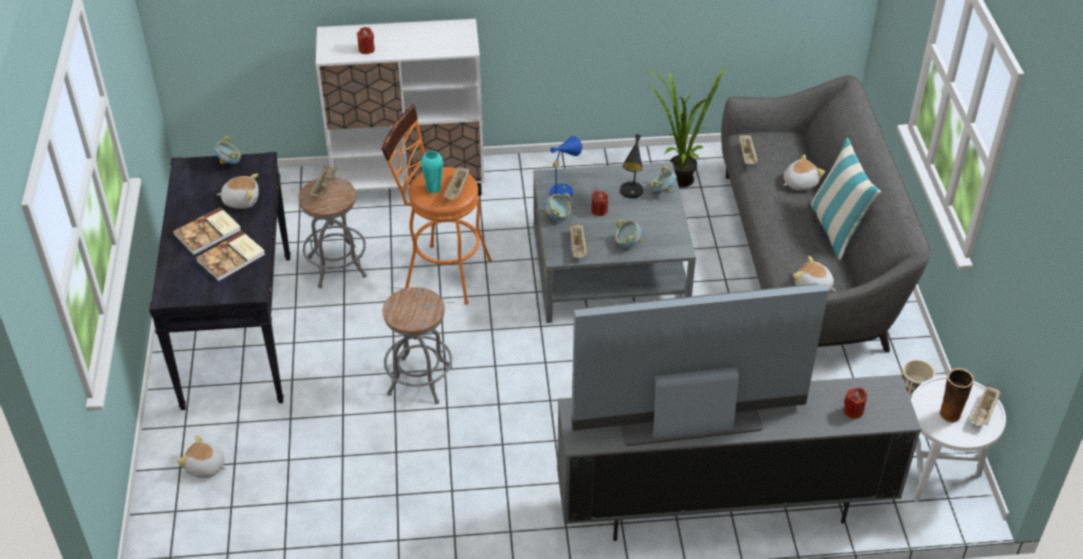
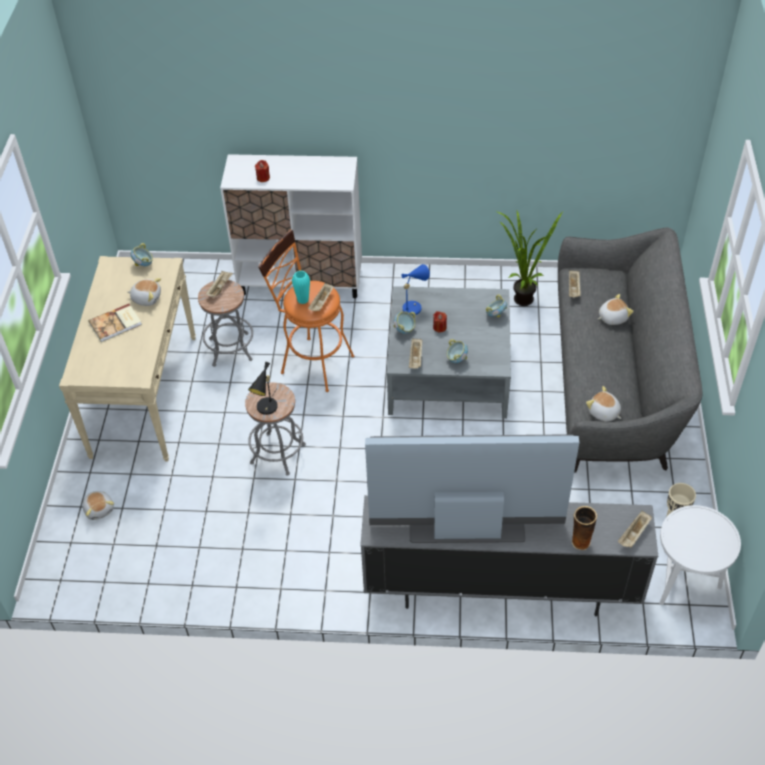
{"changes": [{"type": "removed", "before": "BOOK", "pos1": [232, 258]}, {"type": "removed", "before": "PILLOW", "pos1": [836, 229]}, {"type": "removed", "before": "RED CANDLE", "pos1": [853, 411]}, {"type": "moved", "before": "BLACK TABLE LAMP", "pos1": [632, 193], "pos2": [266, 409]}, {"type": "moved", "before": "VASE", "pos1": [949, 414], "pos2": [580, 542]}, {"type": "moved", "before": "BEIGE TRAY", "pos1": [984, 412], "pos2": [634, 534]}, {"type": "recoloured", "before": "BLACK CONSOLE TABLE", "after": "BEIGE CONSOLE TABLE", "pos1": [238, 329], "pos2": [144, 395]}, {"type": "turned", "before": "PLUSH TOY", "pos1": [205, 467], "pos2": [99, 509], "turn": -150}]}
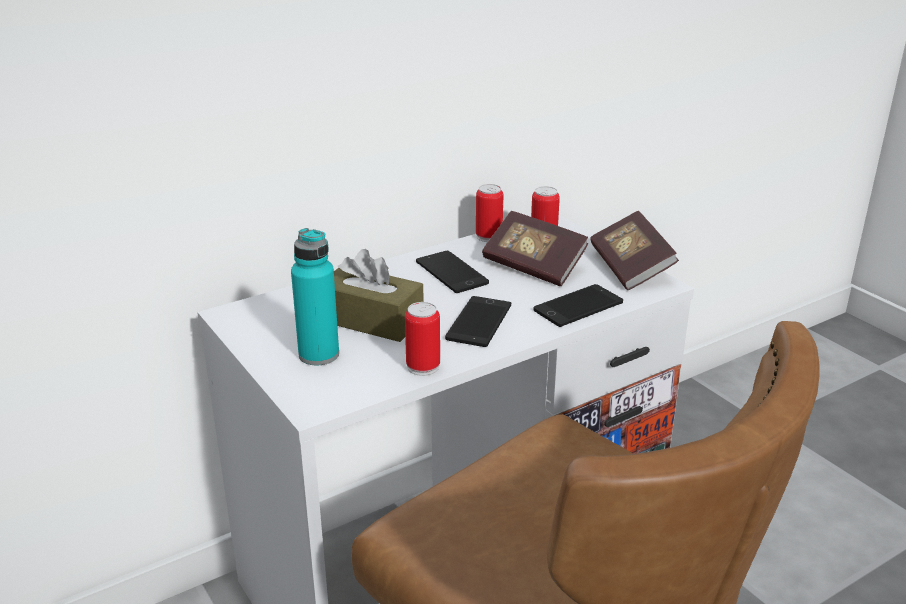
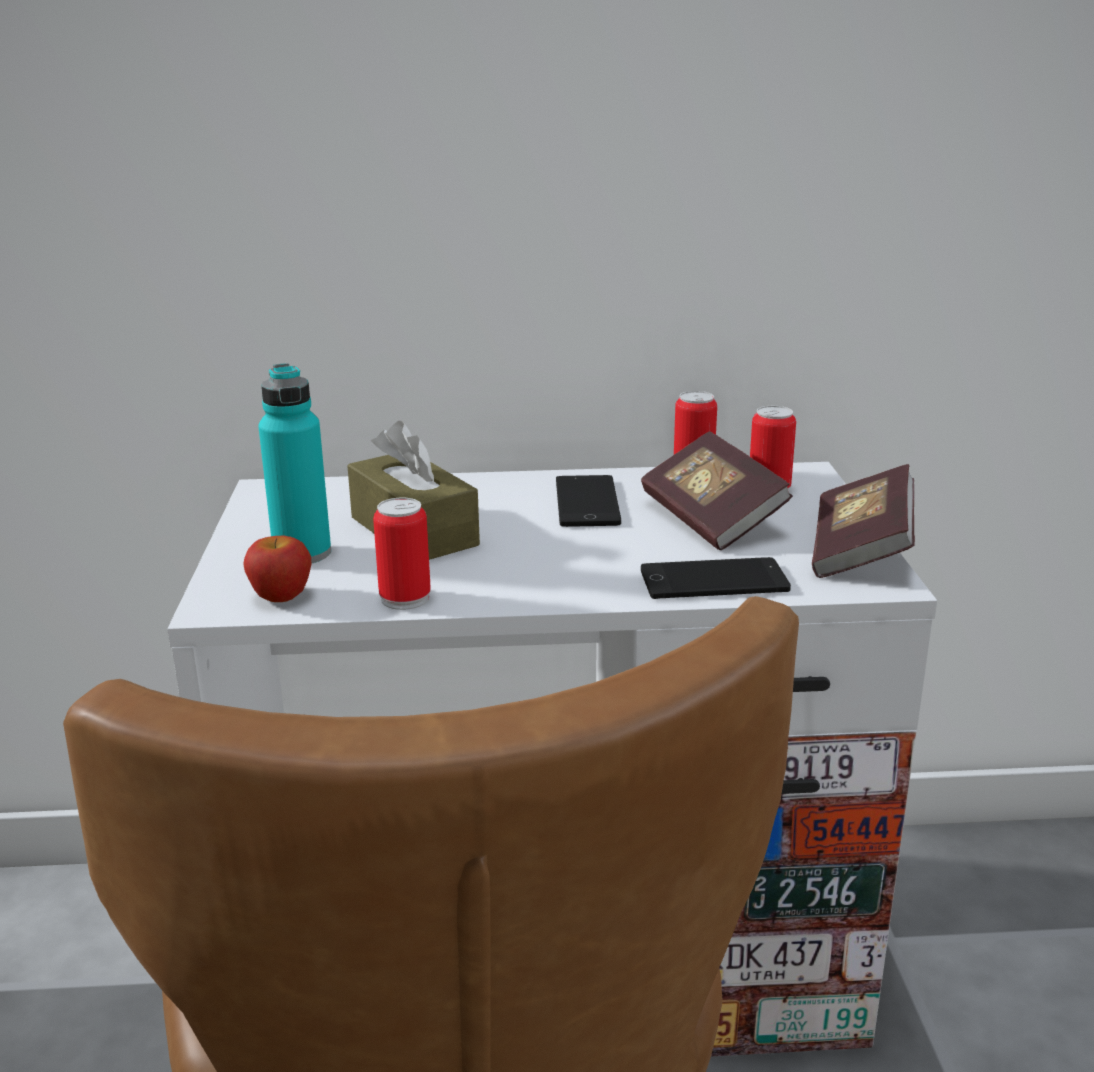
{"changes": [{"type": "removed", "before": "PHONE", "pos1": [479, 322]}, {"type": "added", "after": "APPLE", "pos2": [281, 596]}]}
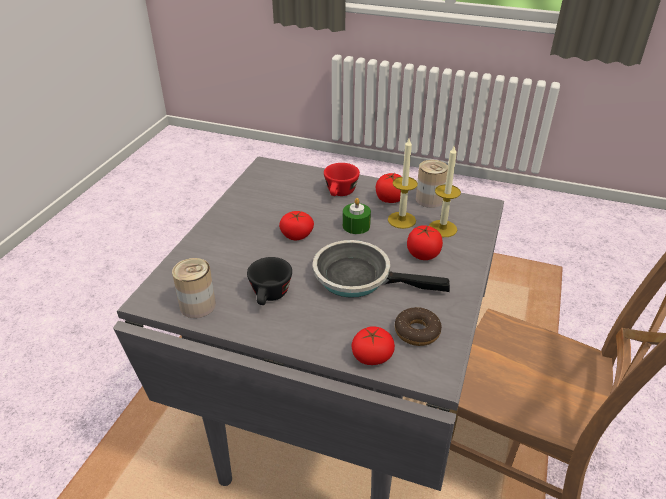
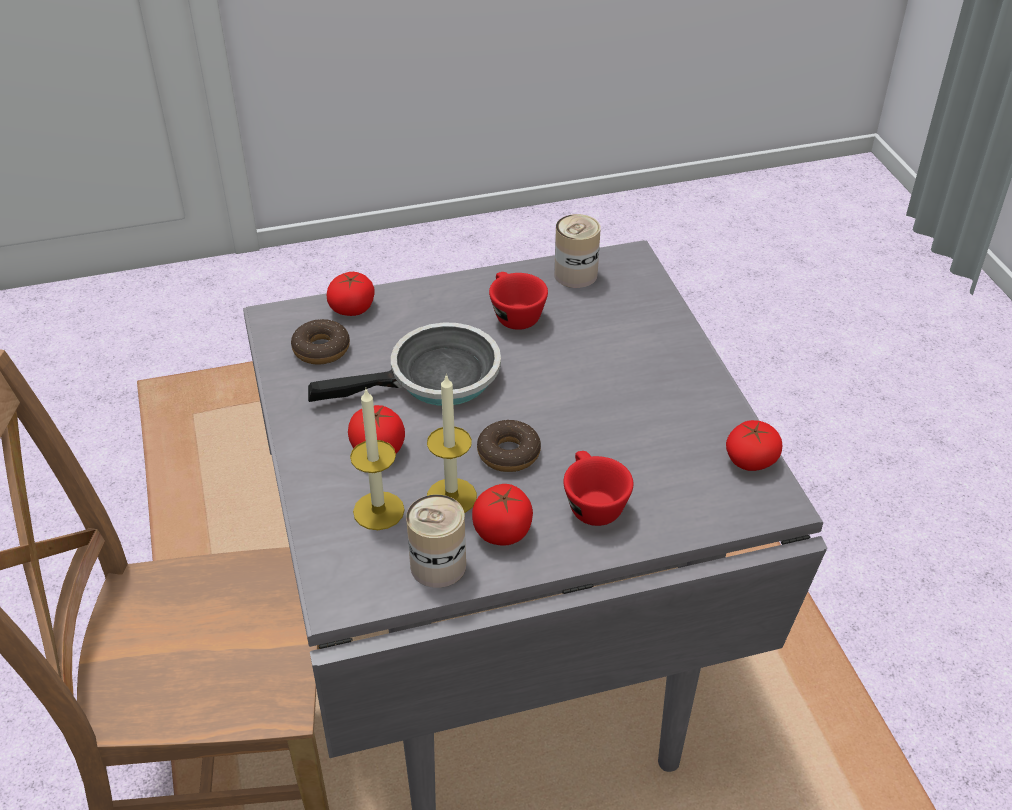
{"changes": [{"type": "moved", "before": "TOMATO", "pos1": [296, 235], "pos2": [750, 460]}, {"type": "replaced", "before": "GREEN CANDLE", "after": "DONUT", "pos1": [356, 226], "pos2": [508, 453]}, {"type": "recoloured", "before": "BLACK CUP", "after": "RED CUP", "pos1": [270, 296], "pos2": [513, 314]}]}
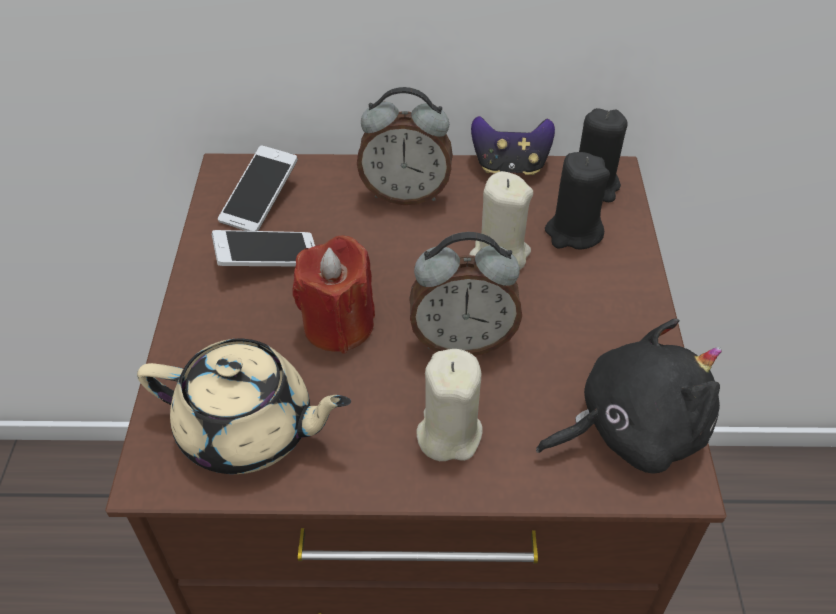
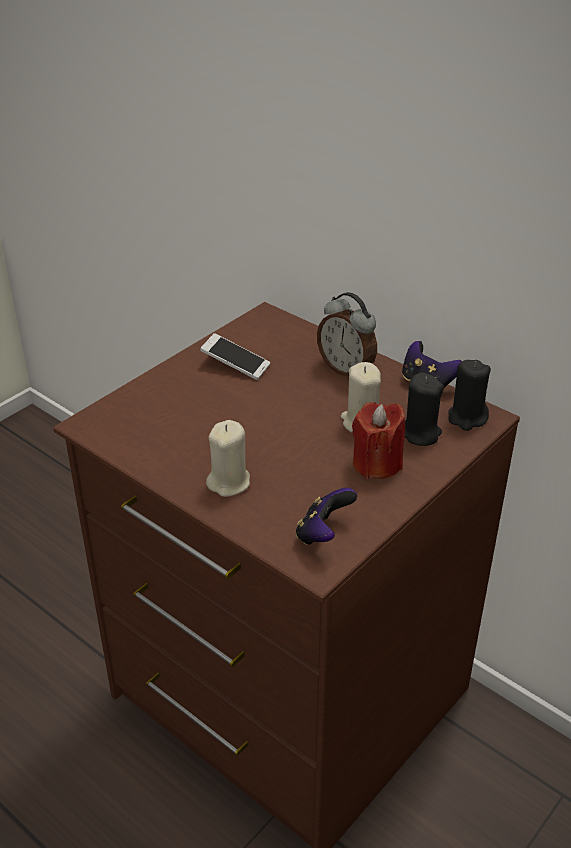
{"changes": [{"type": "removed", "before": "BEIGE TEAPOT", "pos1": [249, 430]}, {"type": "removed", "before": "PHONE", "pos1": [260, 200]}, {"type": "removed", "before": "ALARM CLOCK", "pos1": [462, 340]}, {"type": "moved", "before": "RED CANDLE", "pos1": [338, 325], "pos2": [377, 464]}, {"type": "replaced", "before": "BLACK PLUSH TOY", "after": "GAME CONTROLLER", "pos1": [631, 429], "pos2": [323, 534]}]}
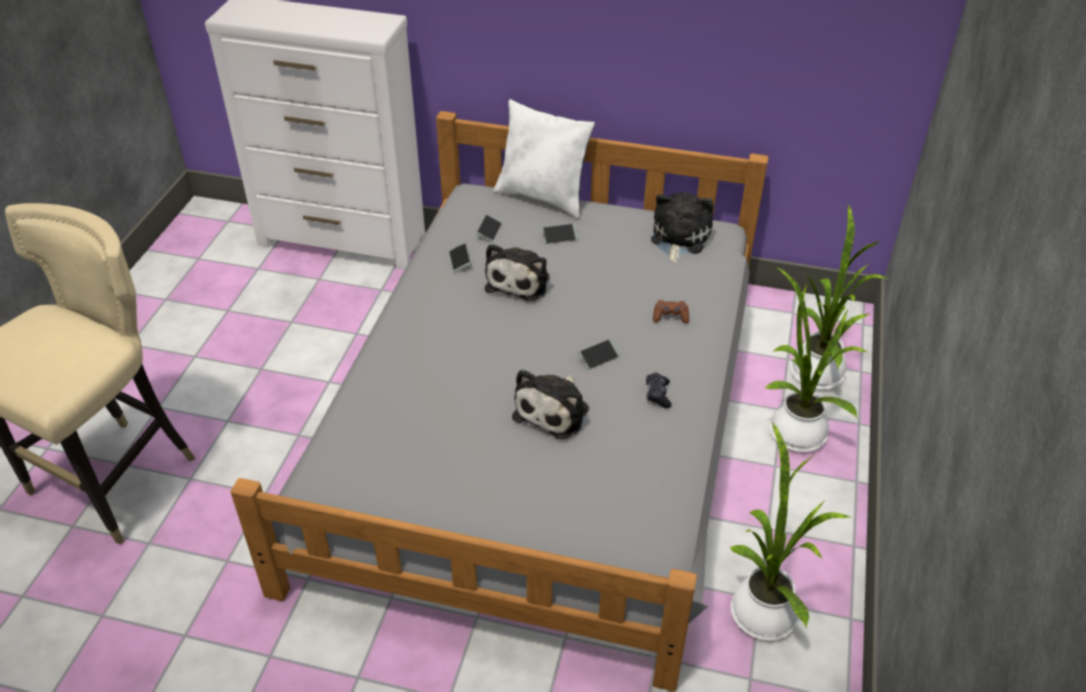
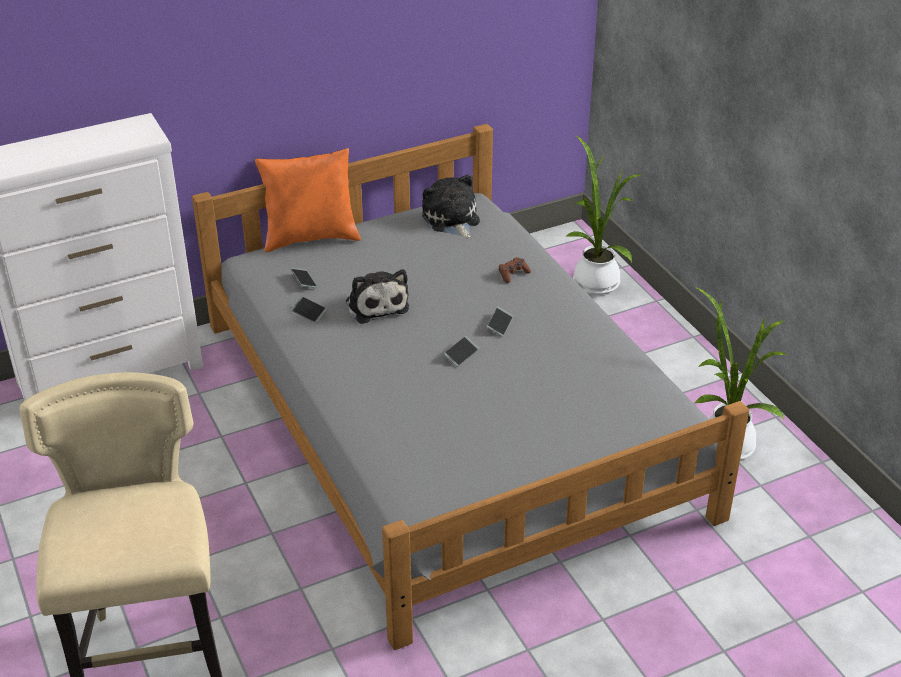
{"changes": [{"type": "removed", "before": "PLUSH TOY", "pos1": [554, 411]}, {"type": "removed", "before": "BLACK GAME CONTROLLER", "pos1": [658, 394]}, {"type": "removed", "before": "POTTED PLANT", "pos1": [794, 430]}, {"type": "moved", "before": "PHONE", "pos1": [559, 237], "pos2": [461, 354]}, {"type": "recoloured", "before": "WHITE PILLOW", "after": "ORANGE PILLOW", "pos1": [544, 197], "pos2": [311, 237]}]}
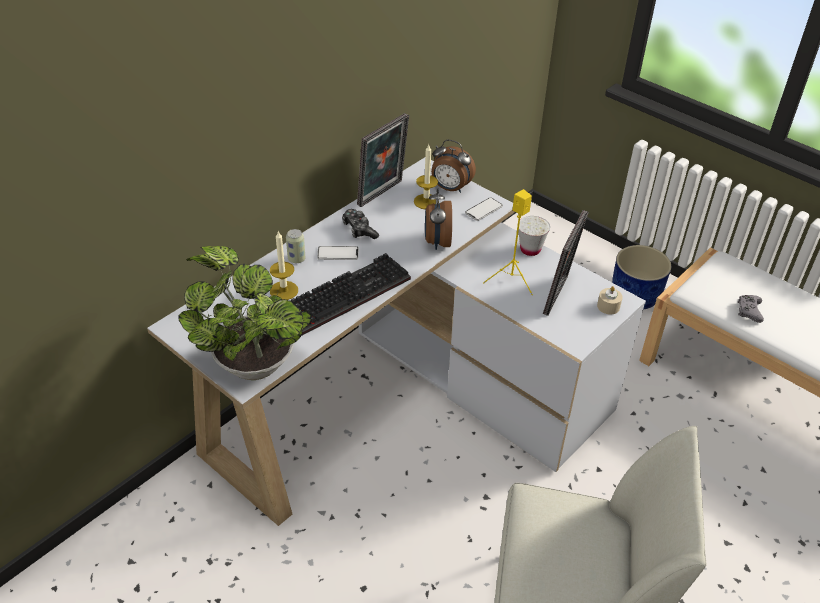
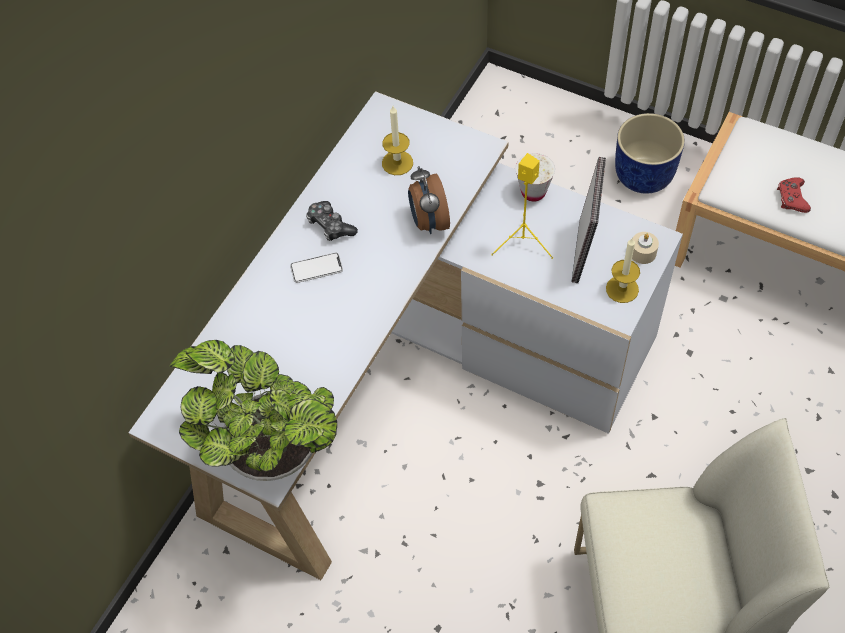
{"changes": [{"type": "removed", "before": "CAN", "pos1": [296, 259]}, {"type": "removed", "before": "KEYBOARD", "pos1": [346, 293]}, {"type": "removed", "before": "PICTURE FRAME", "pos1": [382, 194]}, {"type": "removed", "before": "ALARM CLOCK", "pos1": [450, 188]}, {"type": "removed", "before": "PHONE", "pos1": [484, 210]}, {"type": "moved", "before": "CANDLE", "pos1": [284, 290], "pos2": [622, 289]}, {"type": "recoloured", "before": "GREY GAME CONTROLLER", "after": "RED GAME CONTROLLER", "pos1": [749, 311], "pos2": [792, 198]}]}
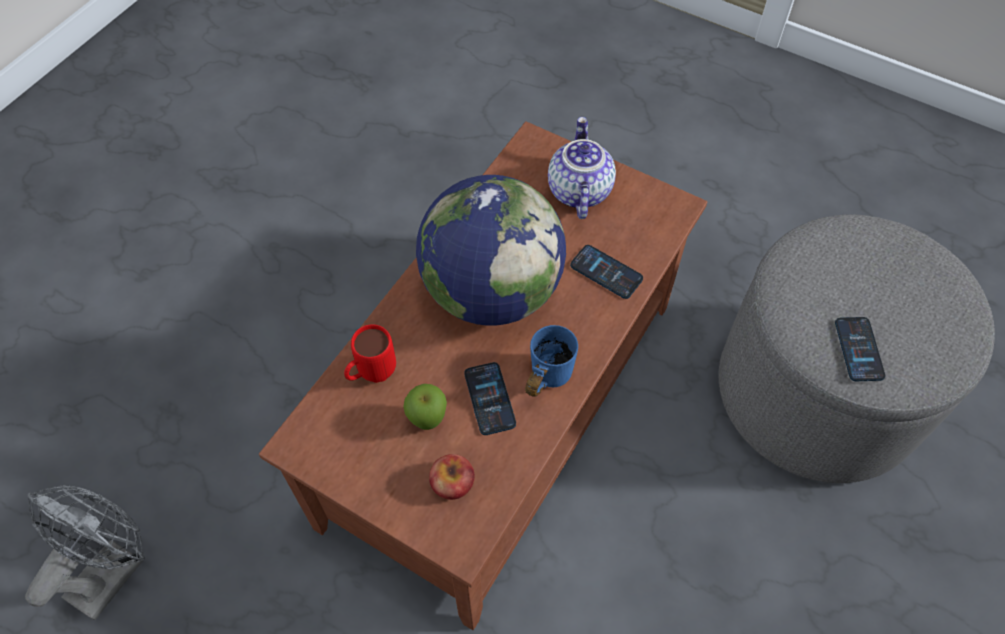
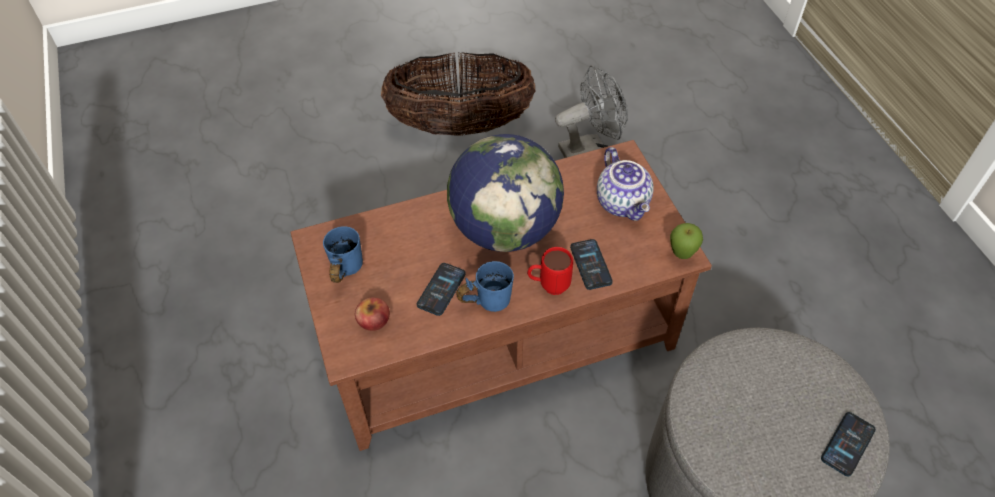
{"changes": [{"type": "added", "after": "BLUE MUG", "pos2": [342, 271]}, {"type": "added", "after": "BASKET", "pos2": [460, 125]}, {"type": "moved", "before": "GREY FAN", "pos1": [113, 568], "pos2": [589, 148]}, {"type": "moved", "before": "RED MUG", "pos1": [371, 375], "pos2": [548, 286]}, {"type": "moved", "before": "APPLE", "pos1": [428, 421], "pos2": [681, 254]}, {"type": "moved", "before": "PHONE", "pos1": [858, 349], "pos2": [847, 444]}, {"type": "turned", "before": "TEAPOT", "pos1": [577, 190], "pos2": [624, 203], "turn": 120}]}
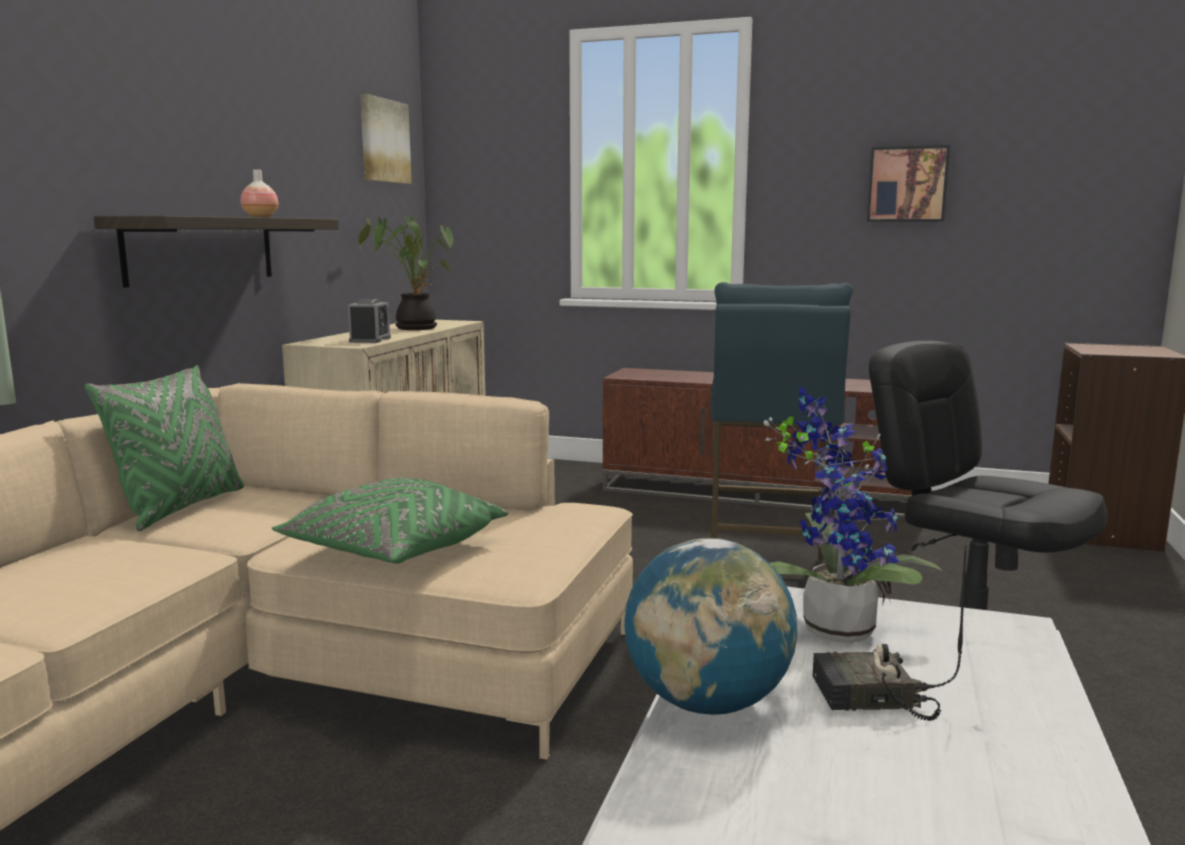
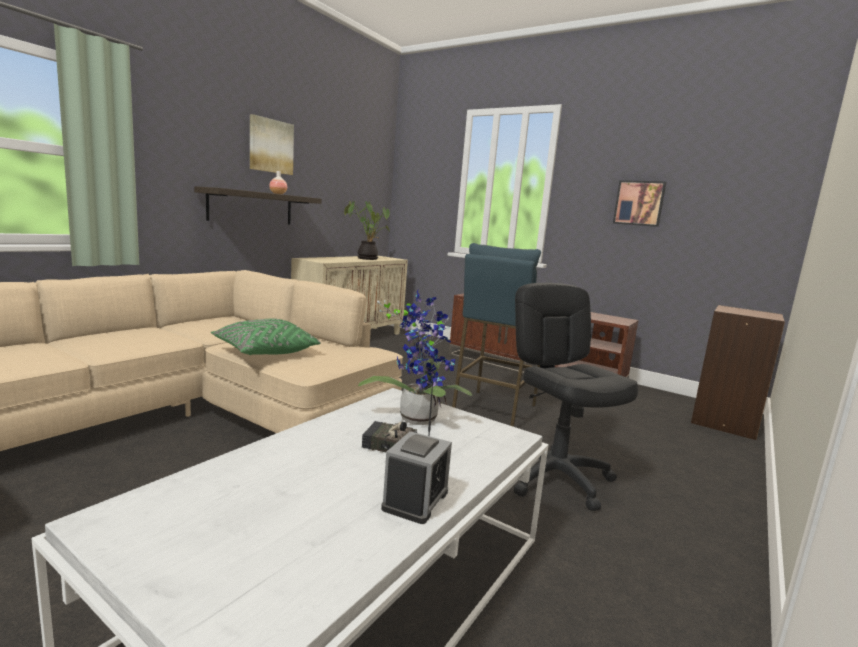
{"changes": [{"type": "removed", "before": "GREEN PILLOW", "pos1": [180, 508]}, {"type": "removed", "before": "GLOBE", "pos1": [707, 703]}, {"type": "moved", "before": "ALARM CLOCK", "pos1": [370, 340], "pos2": [415, 500]}, {"type": "moved", "before": "PICTURE", "pos1": [383, 141], "pos2": [270, 146]}]}
